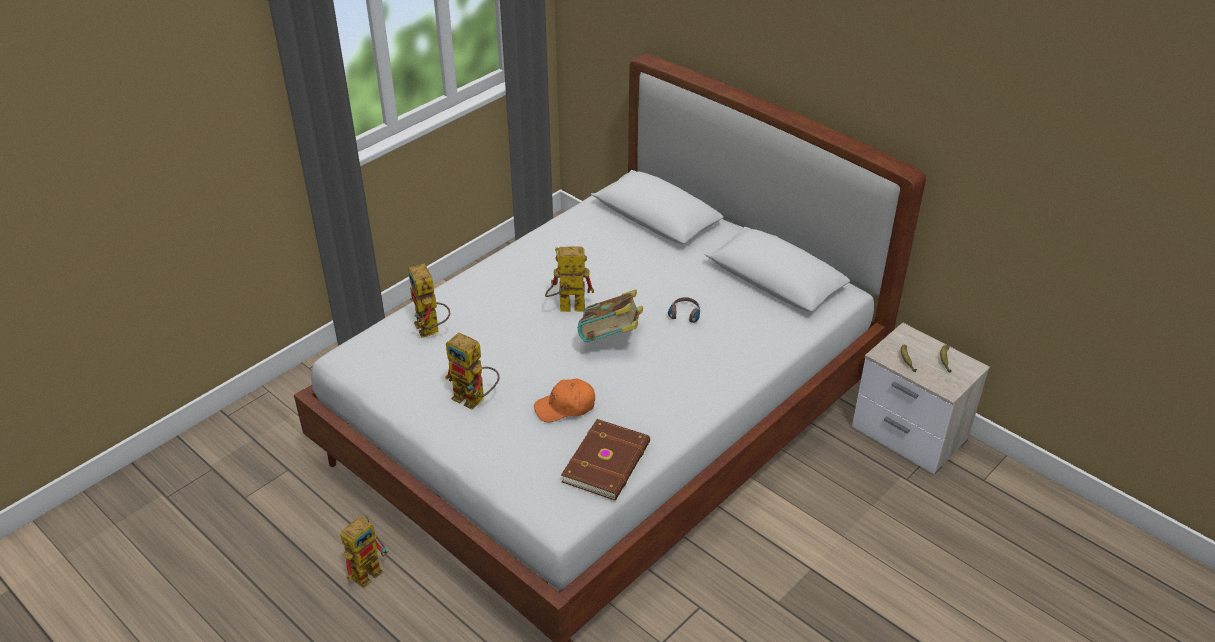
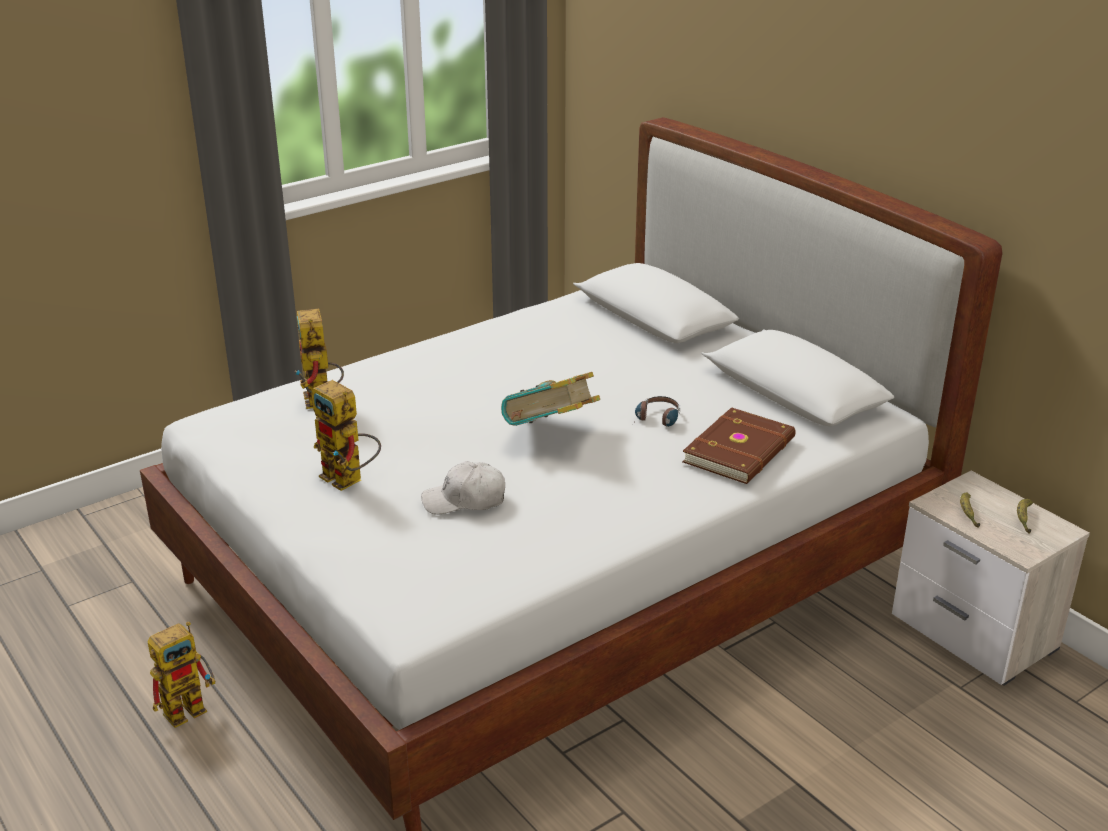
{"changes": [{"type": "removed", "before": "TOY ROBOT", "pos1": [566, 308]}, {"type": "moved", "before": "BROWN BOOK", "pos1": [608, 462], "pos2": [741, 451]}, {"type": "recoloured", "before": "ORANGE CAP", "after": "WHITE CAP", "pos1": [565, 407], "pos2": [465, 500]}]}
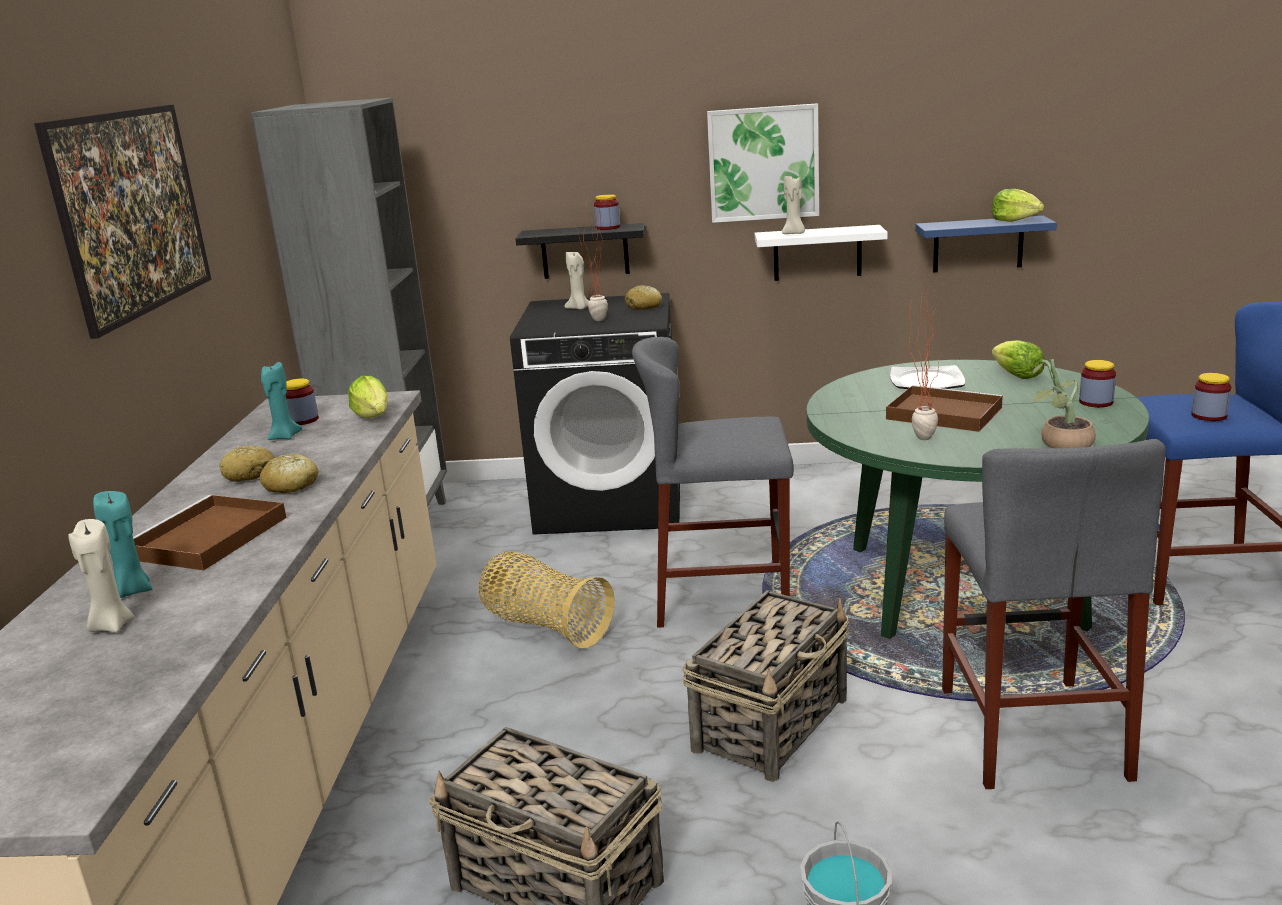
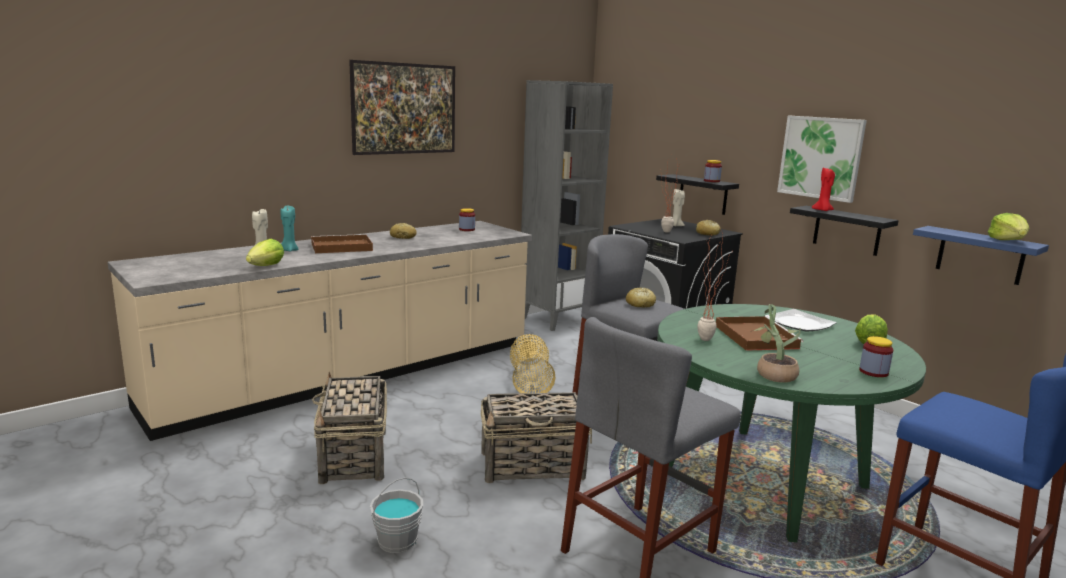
{"changes": [{"type": "removed", "before": "TURQUOISE CANDLE", "pos1": [284, 437]}, {"type": "removed", "before": "JAR", "pos1": [1209, 416]}, {"type": "moved", "before": "BREAD", "pos1": [291, 485], "pos2": [640, 304]}, {"type": "moved", "before": "LETTUCE", "pos1": [373, 417], "pos2": [266, 266]}, {"type": "recoloured", "before": "WHITE SHELF", "after": "BLACK SHELF", "pos1": [817, 253], "pos2": [847, 230]}, {"type": "recoloured", "before": "BEIGE CANDLE", "after": "RED CANDLE", "pos1": [794, 234], "pos2": [822, 210]}]}
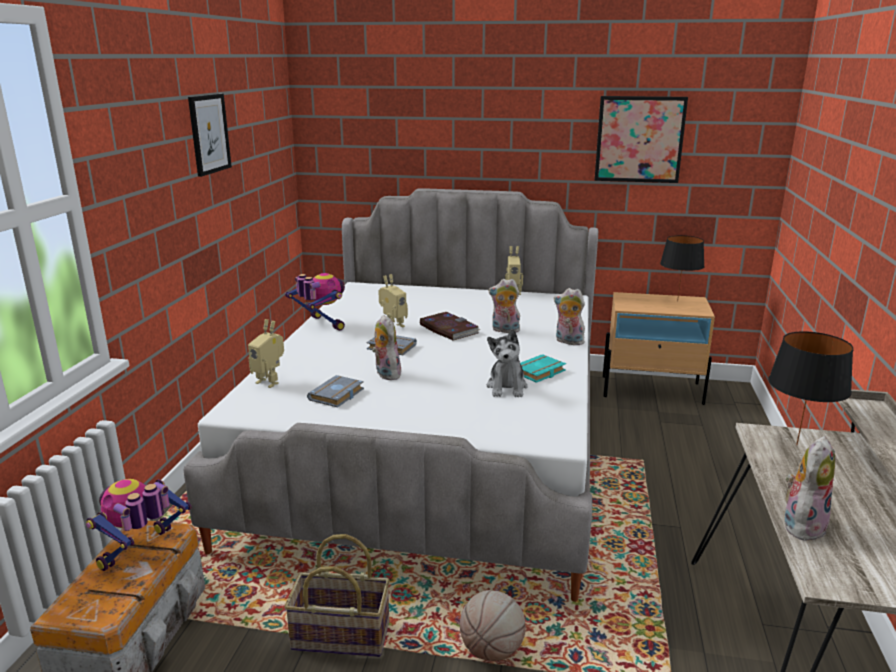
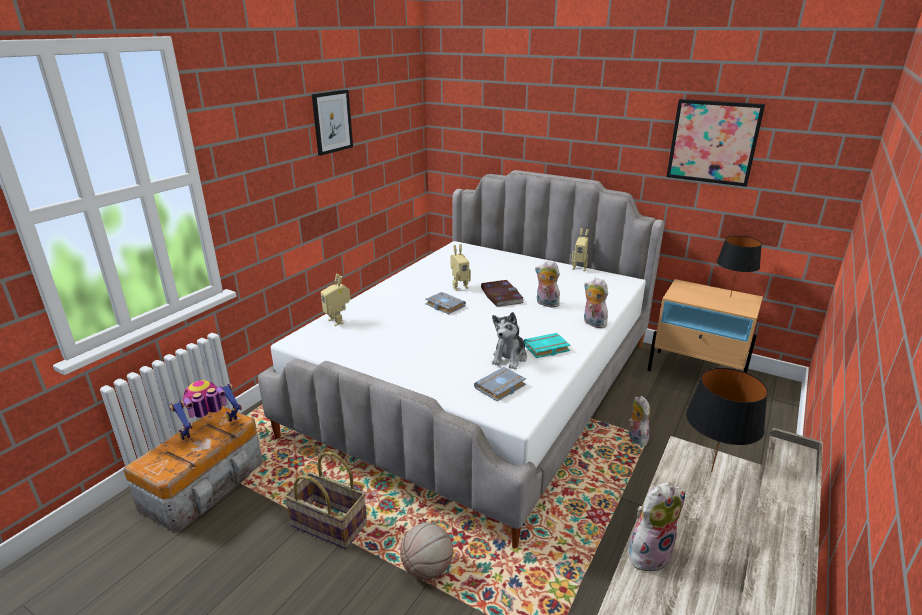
{"changes": [{"type": "removed", "before": "TOY ROBOT", "pos1": [320, 325]}, {"type": "moved", "before": "GREY BOOK", "pos1": [337, 395], "pos2": [500, 388]}, {"type": "moved", "before": "PLUSH TOY", "pos1": [385, 374], "pos2": [635, 437]}]}
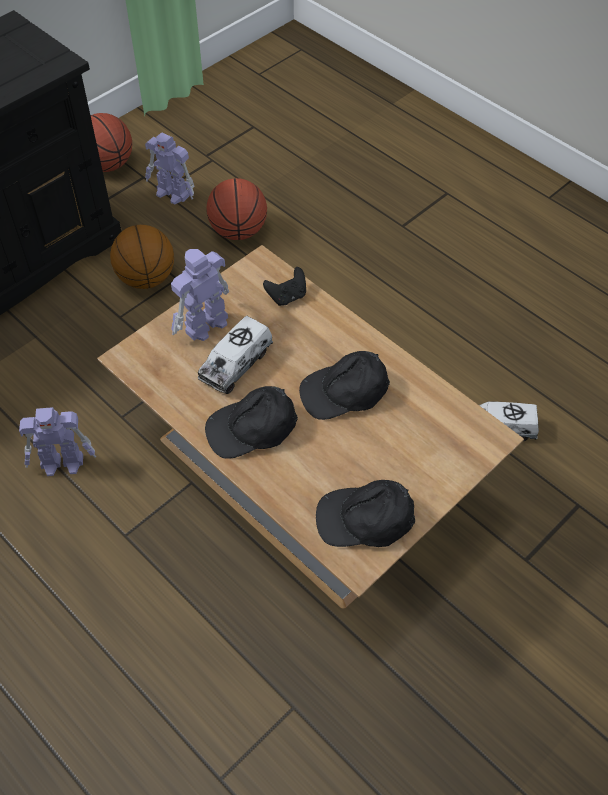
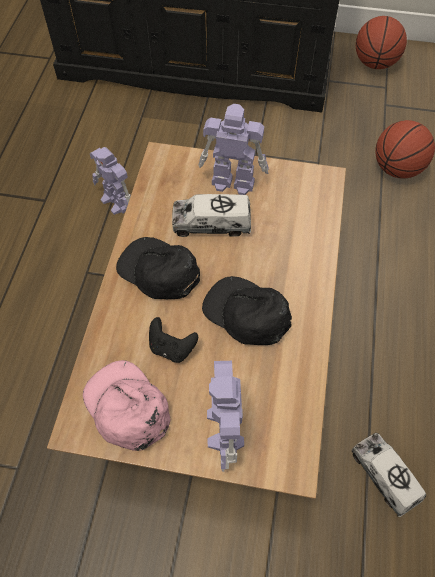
{"changes": [{"type": "removed", "before": "BASKETBALL", "pos1": [146, 278]}, {"type": "moved", "before": "TOY ROBOT", "pos1": [173, 194], "pos2": [225, 430]}, {"type": "moved", "before": "BLACK GAME CONTROLLER", "pos1": [287, 296], "pos2": [171, 348]}, {"type": "recoloured", "before": "BLACK CAP", "after": "PINK CAP", "pos1": [365, 518], "pos2": [127, 407]}]}
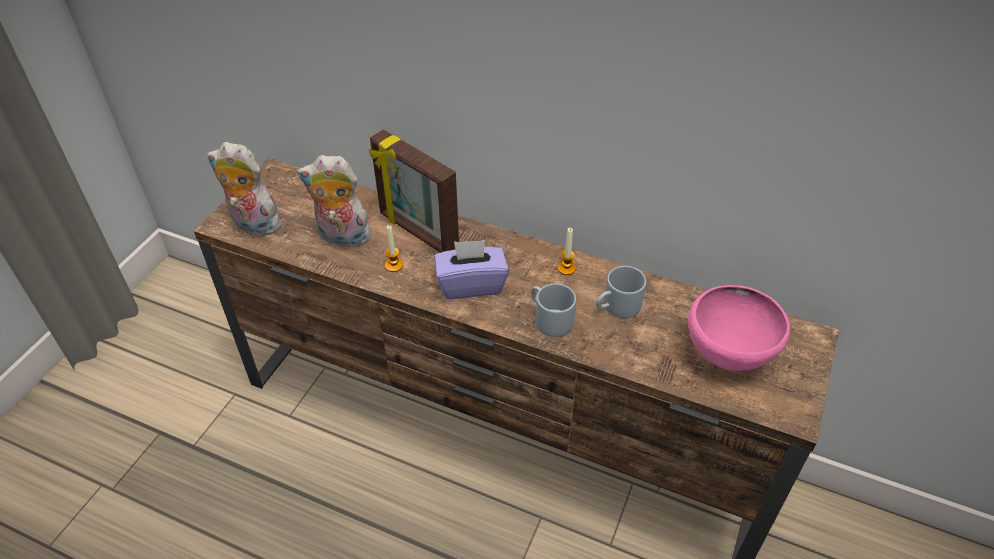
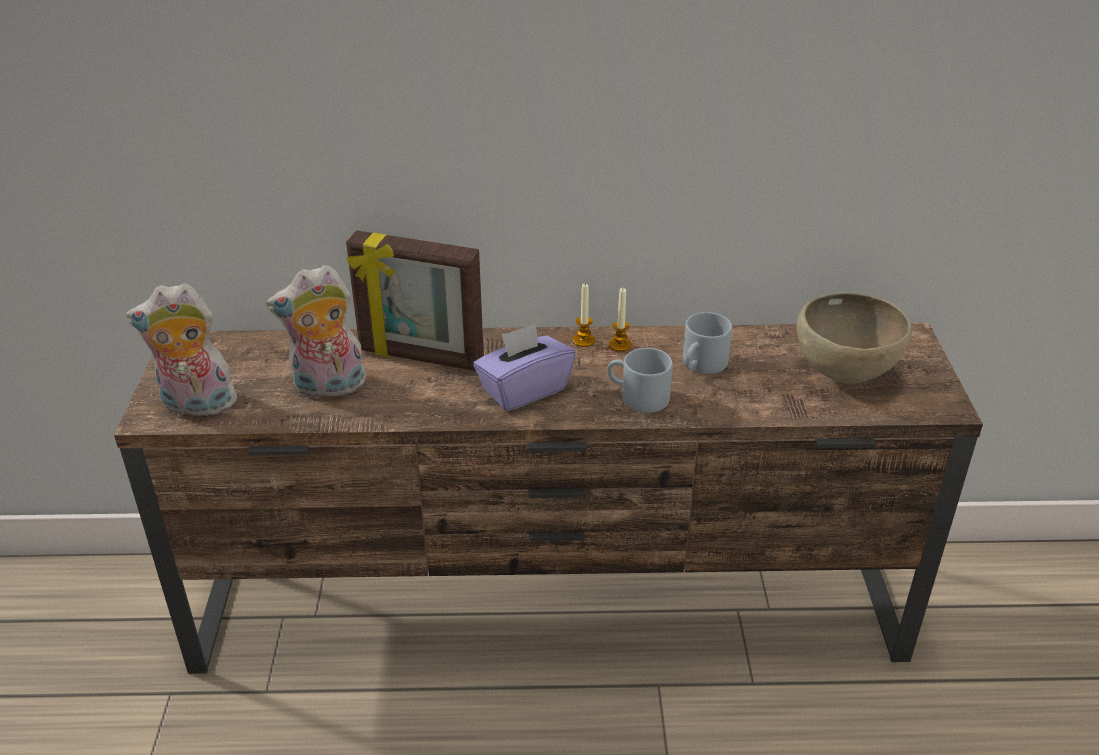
{"changes": [{"type": "moved", "before": "CANDLE", "pos1": [394, 265], "pos2": [583, 340]}, {"type": "recoloured", "before": "PINK BOWL", "after": "BROWN BOWL", "pos1": [728, 355], "pos2": [845, 375]}]}
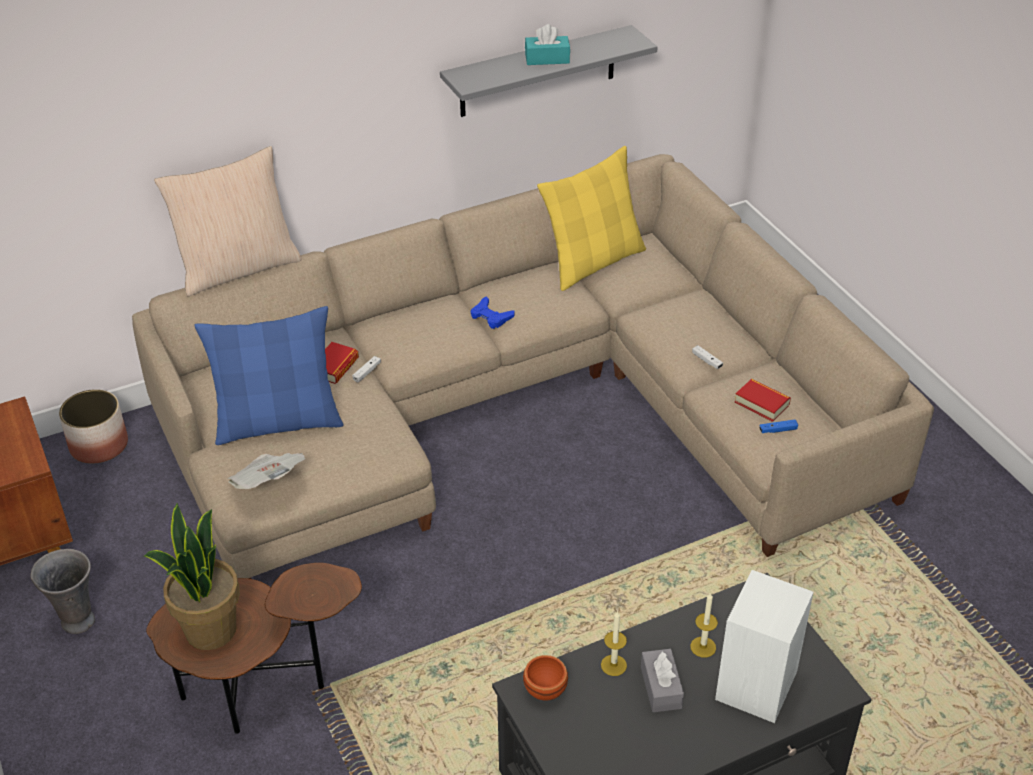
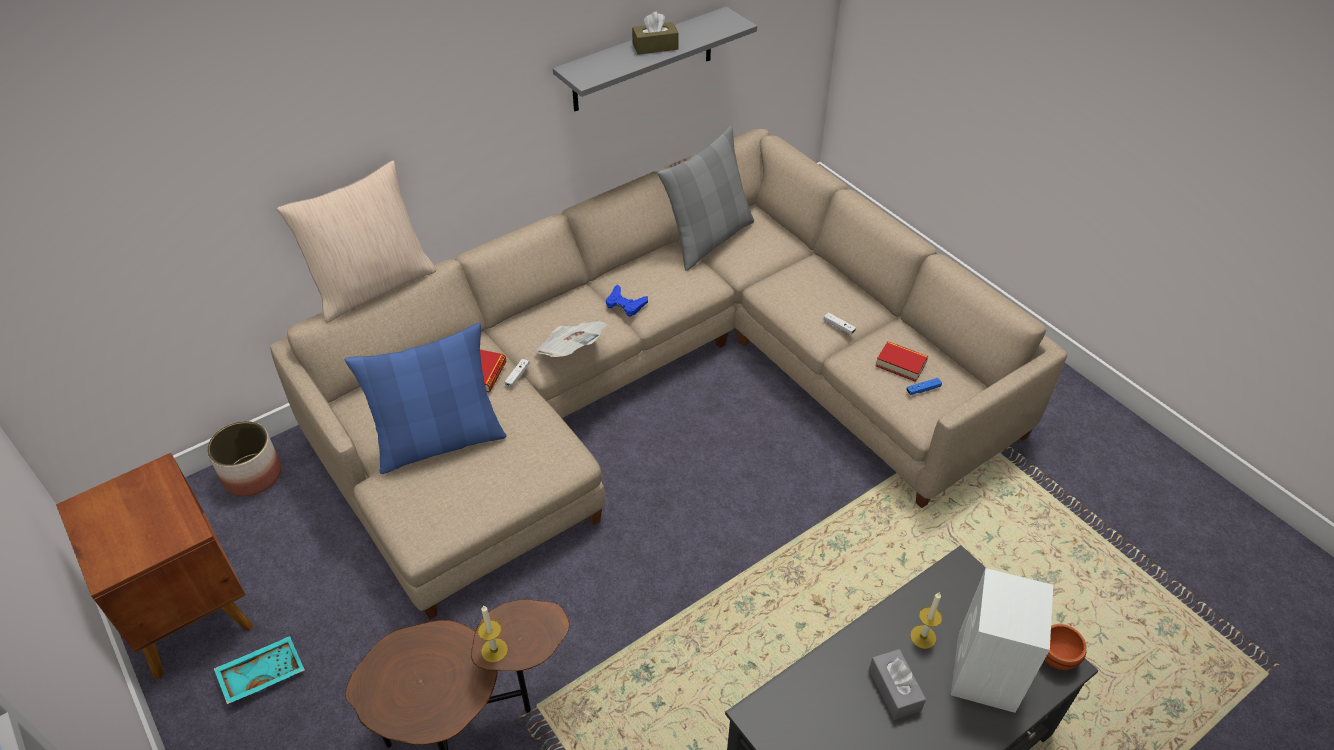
{"changes": [{"type": "removed", "before": "POTTED PLANT", "pos1": [209, 630]}, {"type": "moved", "before": "NEWSPAPER", "pos1": [268, 484], "pos2": [571, 351]}, {"type": "moved", "before": "BROWN BOWL", "pos1": [545, 689], "pos2": [1055, 656]}, {"type": "moved", "before": "CANDLE", "pos1": [613, 665], "pos2": [494, 650]}, {"type": "replaced", "before": "GREY VASE", "after": "TURQUOISE TRAY", "pos1": [77, 621], "pos2": [262, 673]}, {"type": "recoloured", "before": "TURQUOISE TISSUE BOX", "after": "BROWN TISSUE BOX", "pos1": [547, 59], "pos2": [655, 46]}, {"type": "recoloured", "before": "YELLOW PILLOW", "after": "GREY PILLOW", "pos1": [593, 262], "pos2": [708, 239]}]}
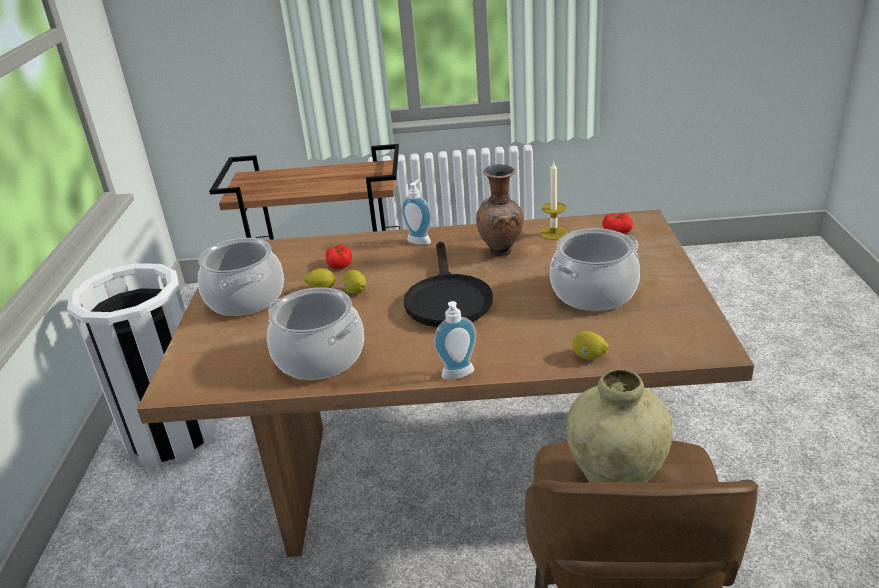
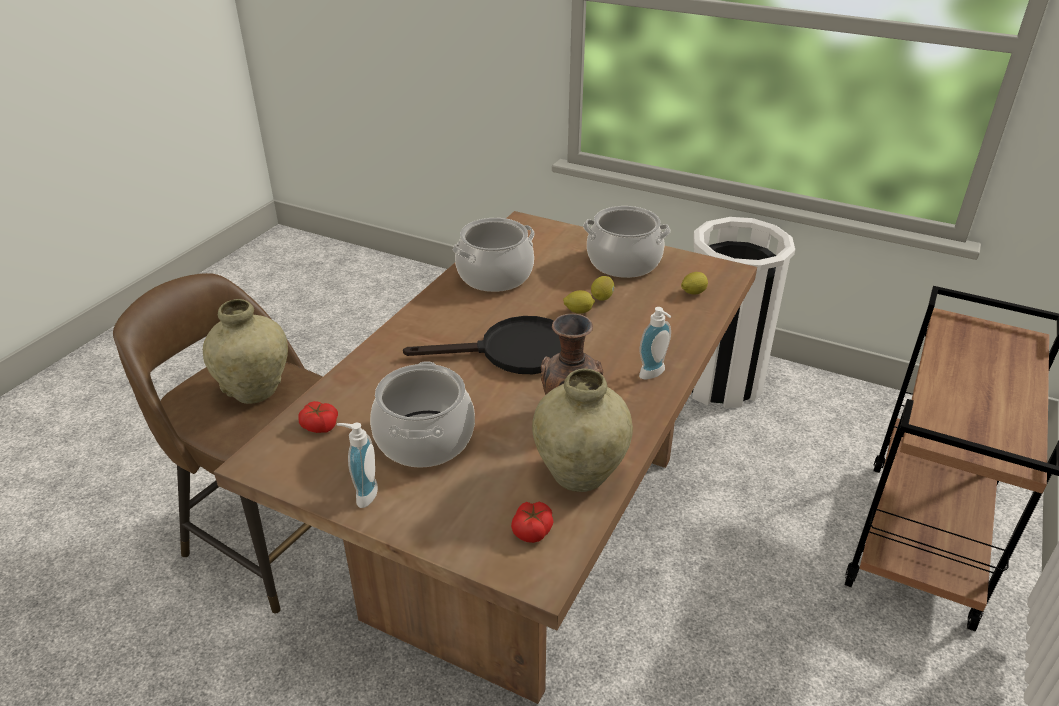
{"changes": [{"type": "moved", "before": "TOMATO", "pos1": [340, 264], "pos2": [319, 426]}, {"type": "moved", "before": "SOAP DISPENSER", "pos1": [459, 375], "pos2": [362, 494]}, {"type": "moved", "before": "LEMON", "pos1": [589, 357], "pos2": [693, 293]}, {"type": "replaced", "before": "CANDLE", "after": "BEIGE VASE", "pos1": [553, 233], "pos2": [579, 474]}, {"type": "turned", "before": "BLACK FRYING PAN", "pos1": [447, 299], "pos2": [513, 352], "turn": 150}]}
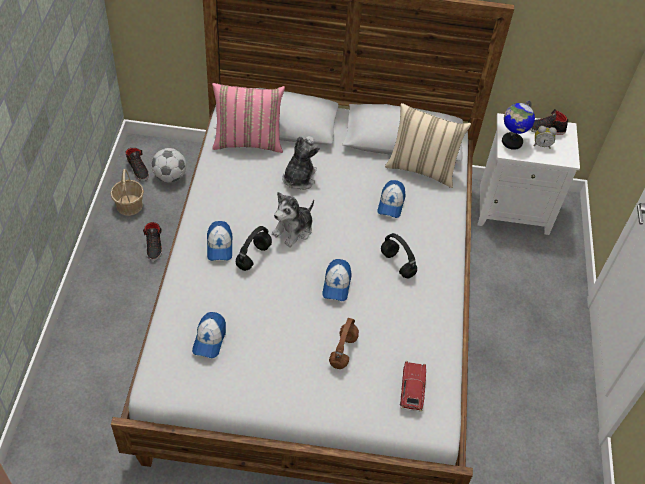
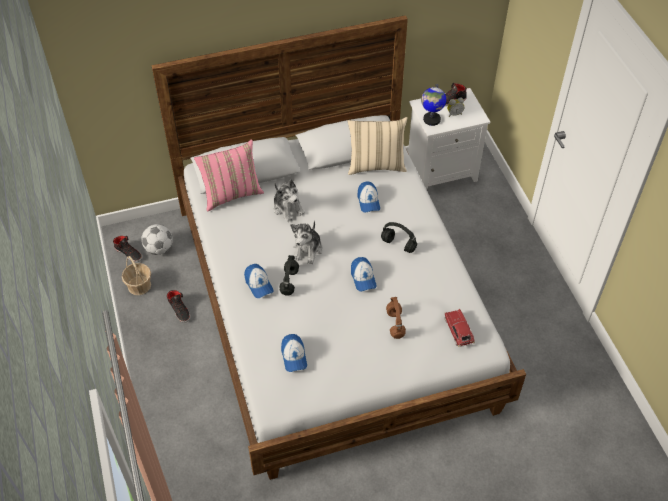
{"changes": [{"type": "turned", "before": "PLUSH TOY", "pos1": [299, 178], "pos2": [288, 208], "turn": 150}]}
